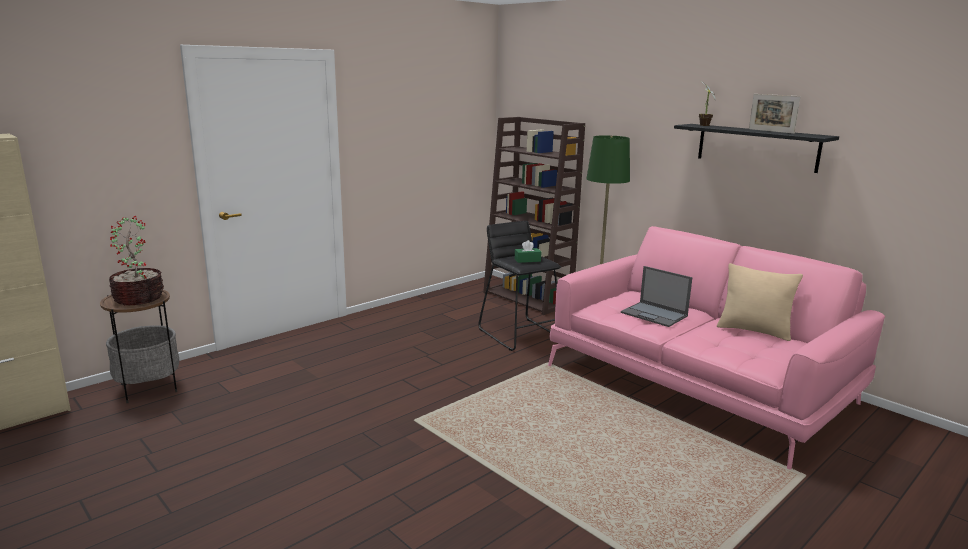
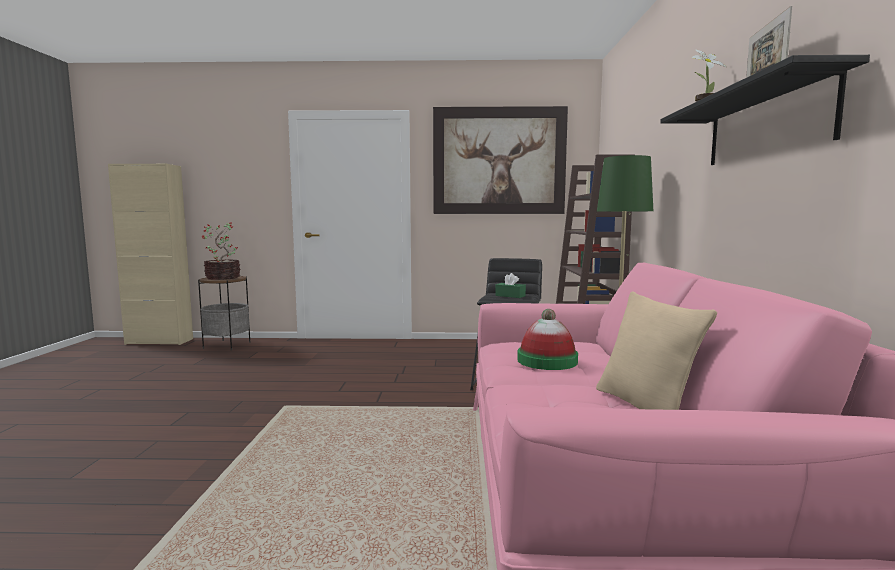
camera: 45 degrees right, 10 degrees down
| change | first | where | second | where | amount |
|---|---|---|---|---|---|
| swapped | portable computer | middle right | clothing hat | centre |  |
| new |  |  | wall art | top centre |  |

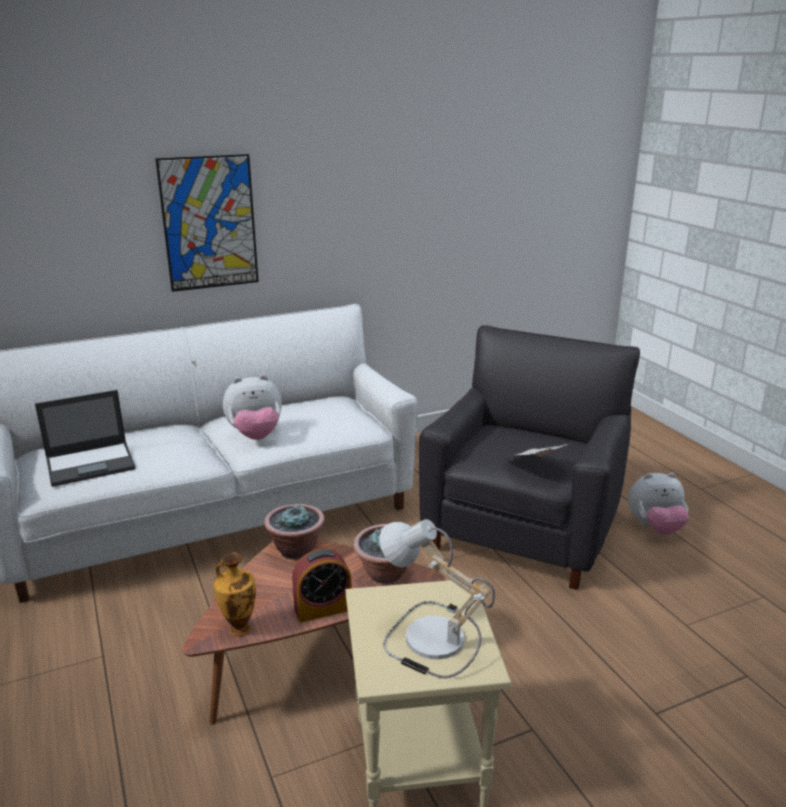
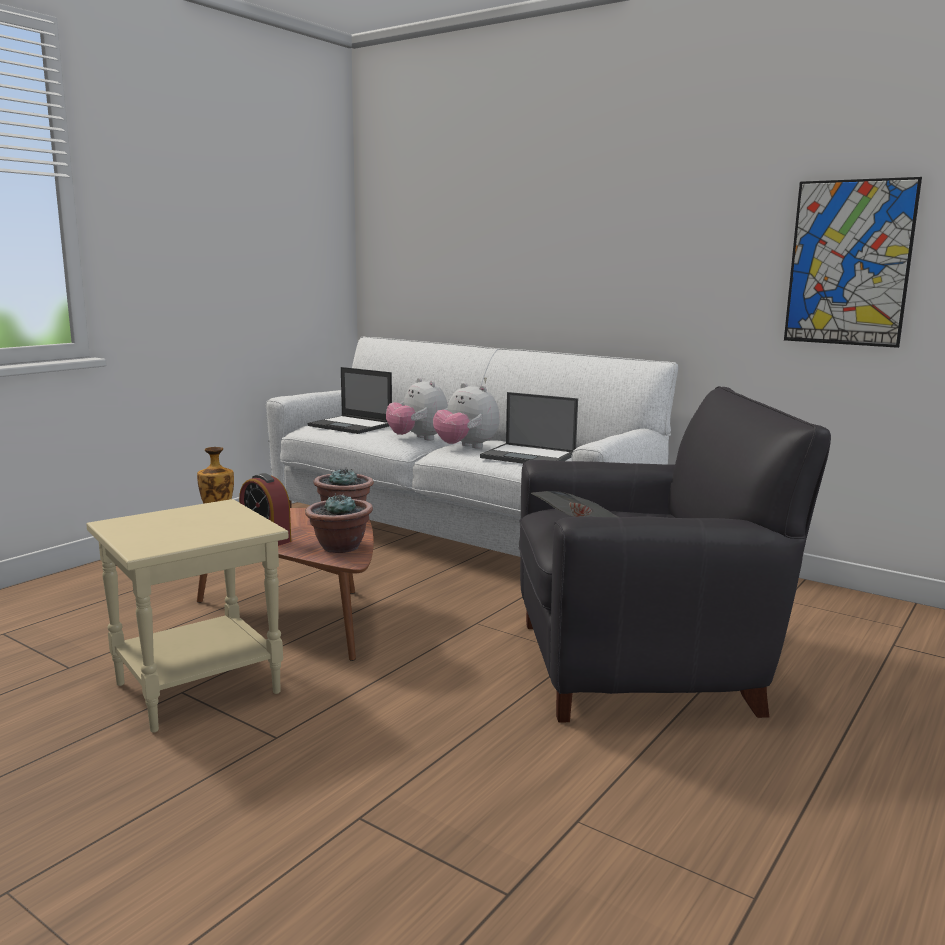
camera: 60 degrees right, 10 degrees down
| change | first | where | second | where | amount |
|---|---|---|---|---|---|
| shifted | wall art | top left |  | top right |  |
| shifted | soft toy (no. 2 from left in the first image) | middle right | soft toy (no. 1 from left) | centre |  |
| gone | table lamp | bottom centre |  |  |  |
| new |  |  | portable computer (no. 2 from left) | centre |  |

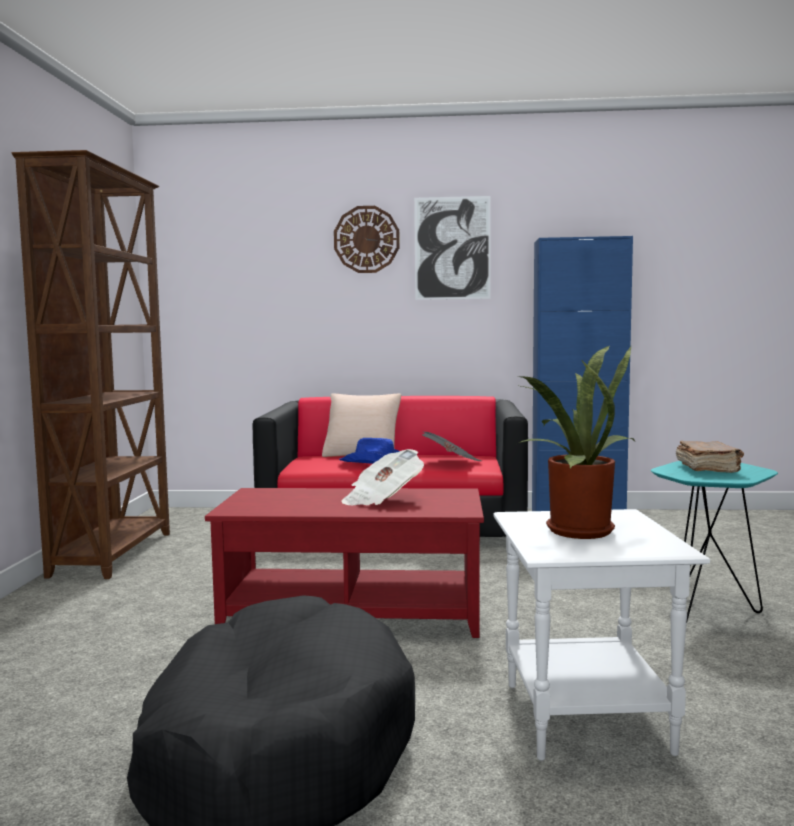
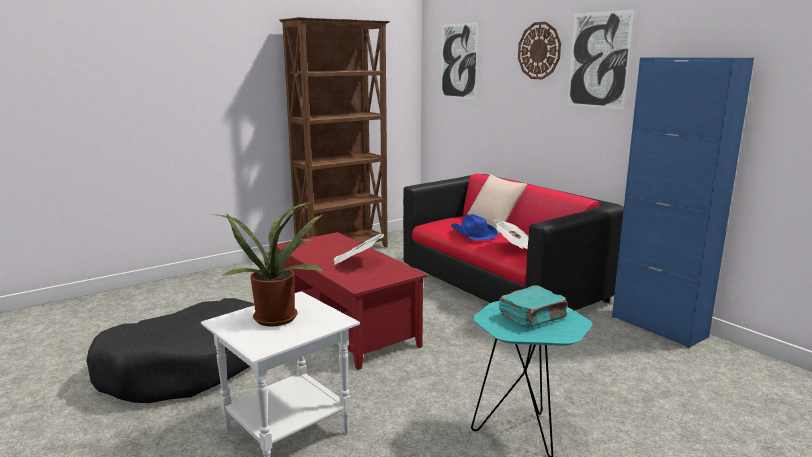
camera: 50 degrees right, 10 degrees up
| change | first | where | second | where | amount |
|---|---|---|---|---|---|
| repainted | brownish bound book | middle right | turquoise-coloured bound book | bottom centre |  |
| new |  |  | wall art (no. 1 from left) | top centre |  |

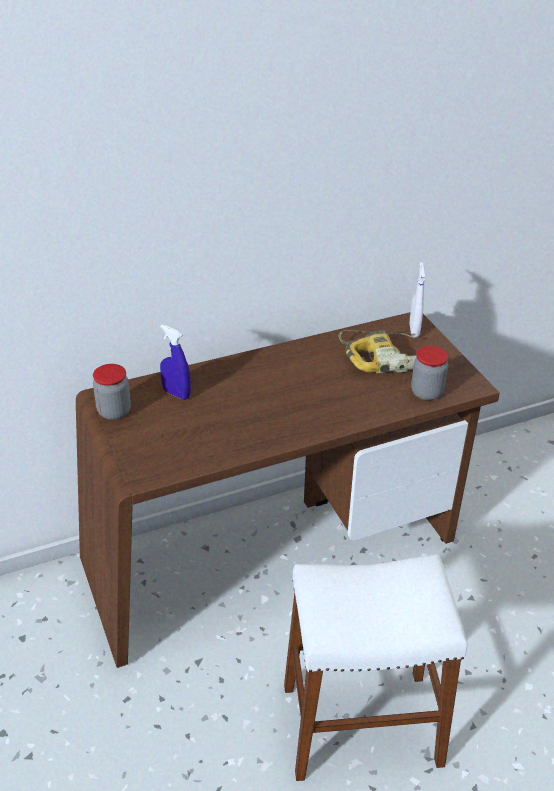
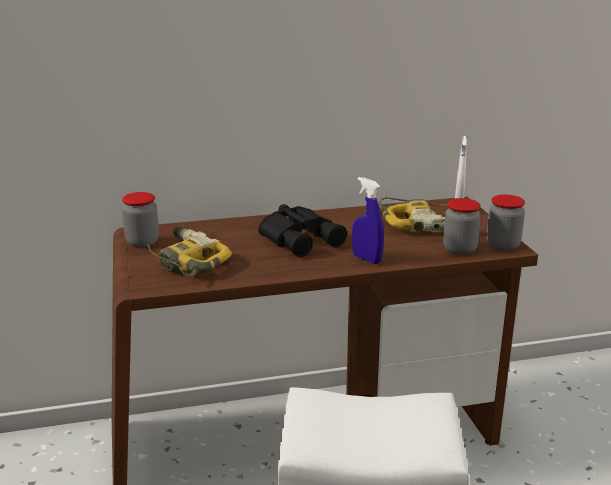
camera: 10 degrees right, 15 degrees down
| change | first | where | second | where | amount |
|---|---|---|---|---|---|
| shifted | blue-coloured spray bottle | middle left |  | centre |  |
| new |  |  | jar (no. 3 from left) | middle right |  |
| new |  |  | black-coloured field glasses | centre |  |
| new |  |  | electric drill (no. 1 from left) | middle left |  |

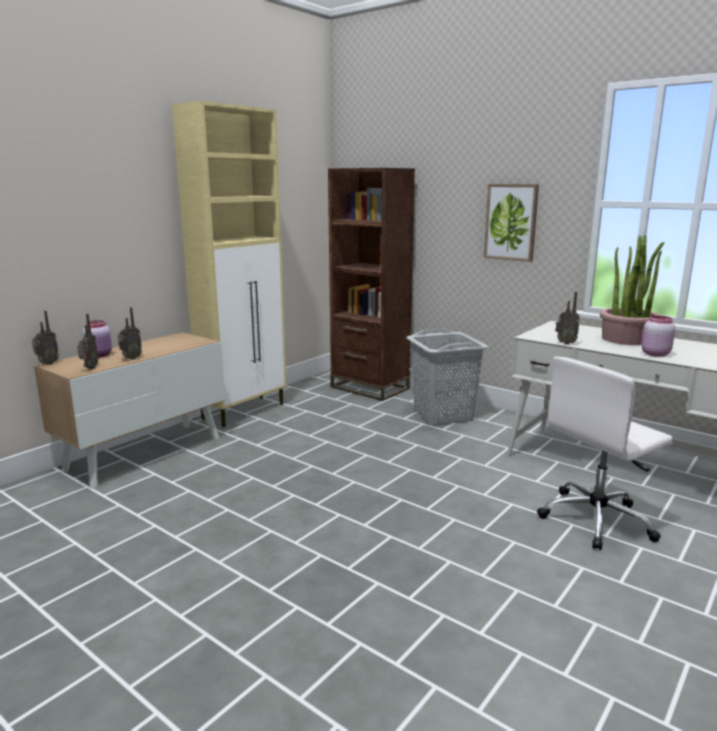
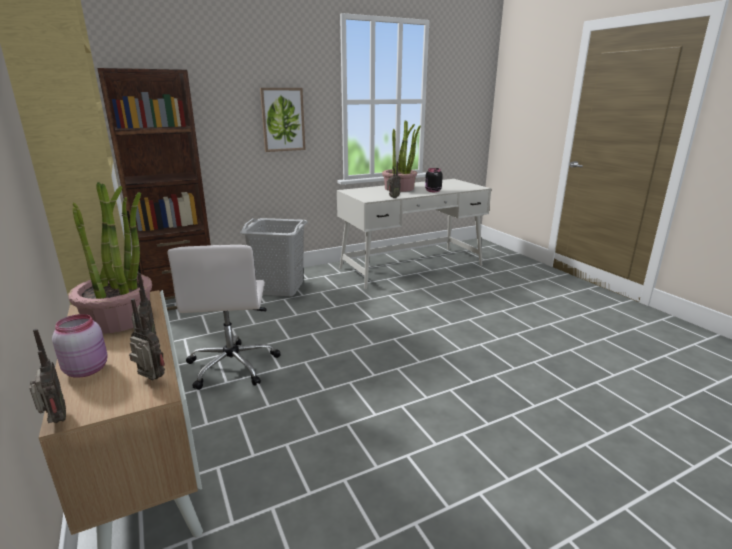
camera: 65 degrees left, 5 degrees up
| change | first | where | second | where | amount |
|---|---|---|---|---|---|
| repainted | pinkish jar (no. 2 from left) | middle right | black-coloured jar | top centre |  |
| shifted | white-coloured computer chair | middle right |  | middle left |  |
| new |  |  | plant in a pot (no. 1 from left) | middle left |  |

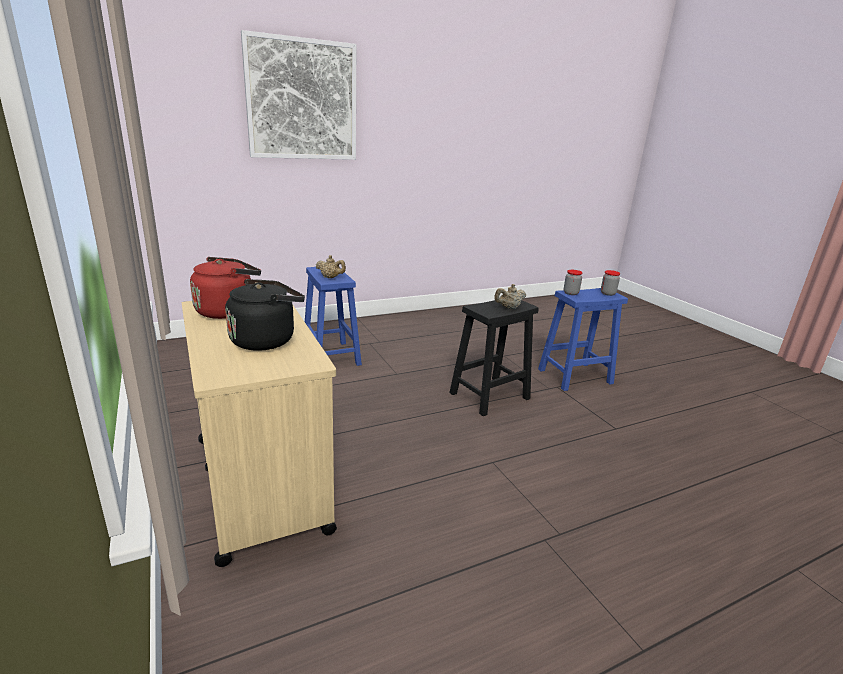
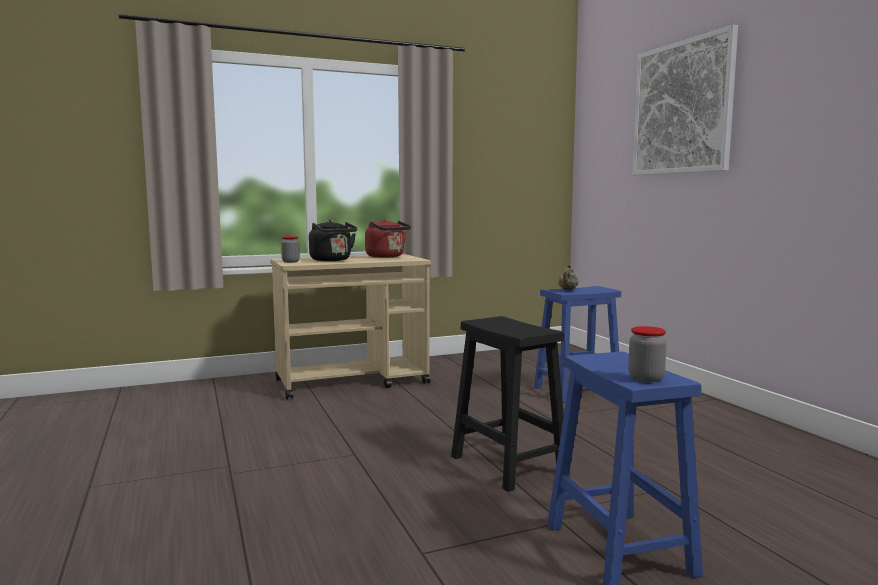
camera: 95 degrees right, 15 degrees down
| change | first | where | second | where | amount |
|---|---|---|---|---|---|
| shifted | jar (no. 1 from left) | middle right |  | middle left |  |
| gone | beige-coloured teapot (no. 2 from left) | centre |  |  |  |

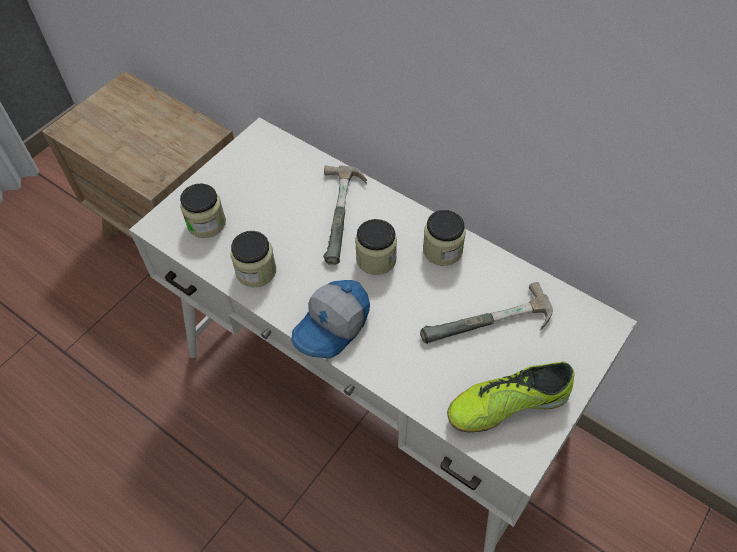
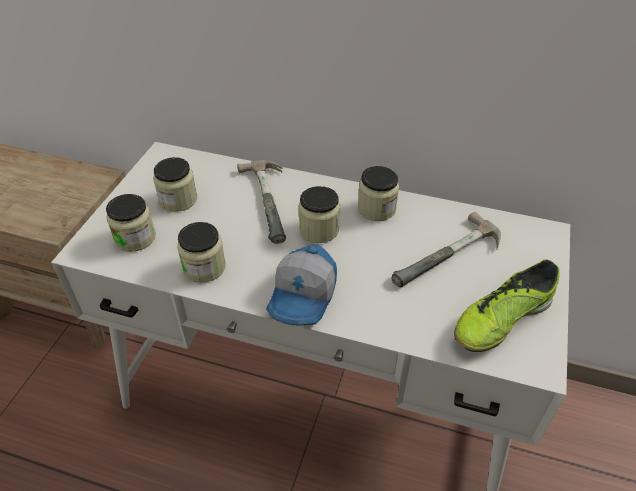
camera: 20 degrees left, 10 degrees down
| change | first | where | second | where | amount |
|---|---|---|---|---|---|
| new |  |  | jar (no. 2 from left) | middle left |  |

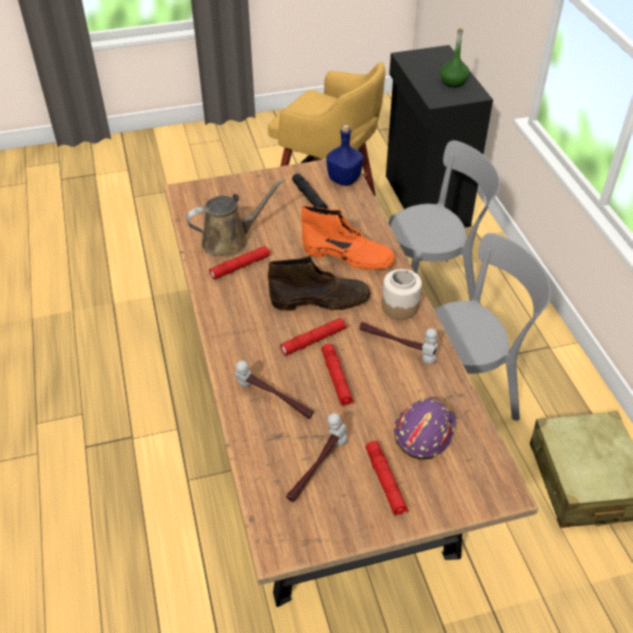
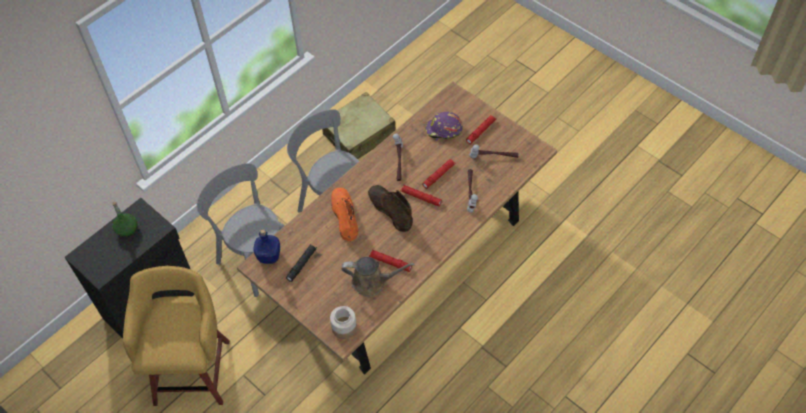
camera: 120 degrees left, 10 degrees up
| change | first | where | second | where | amount |
|---|---|---|---|---|---|
| rotated | brownish watering pot | centre |  | bottom centre | 150 degrees clockwise |
| shifted | jar | centre |  | bottom centre |  |

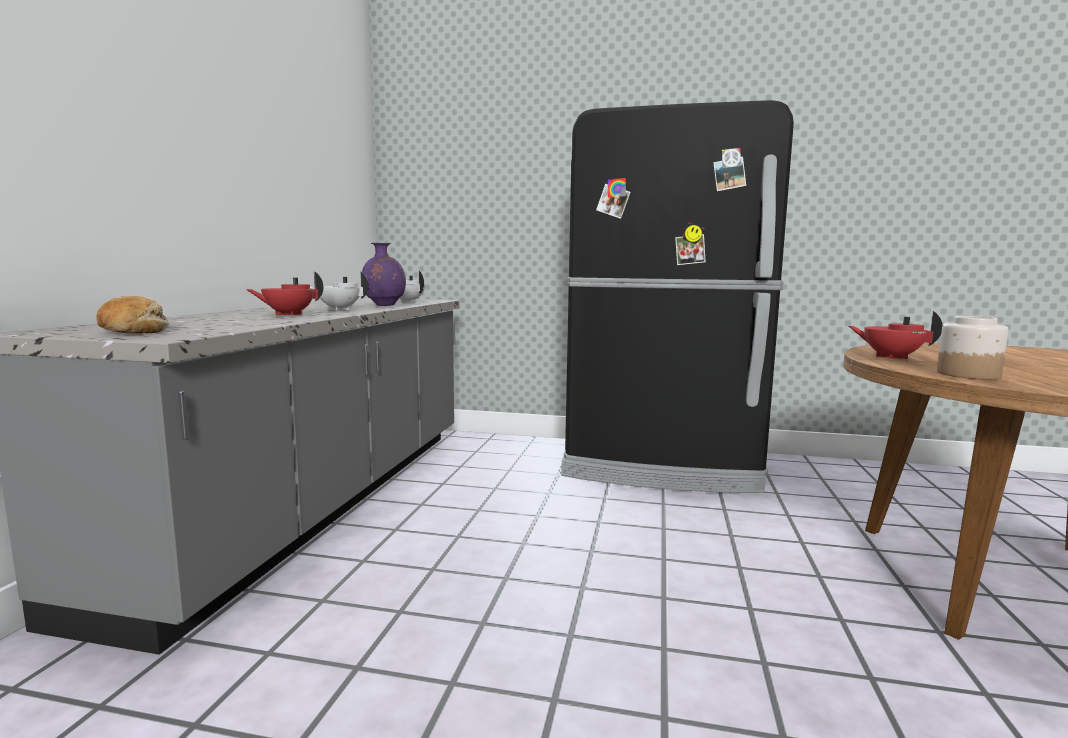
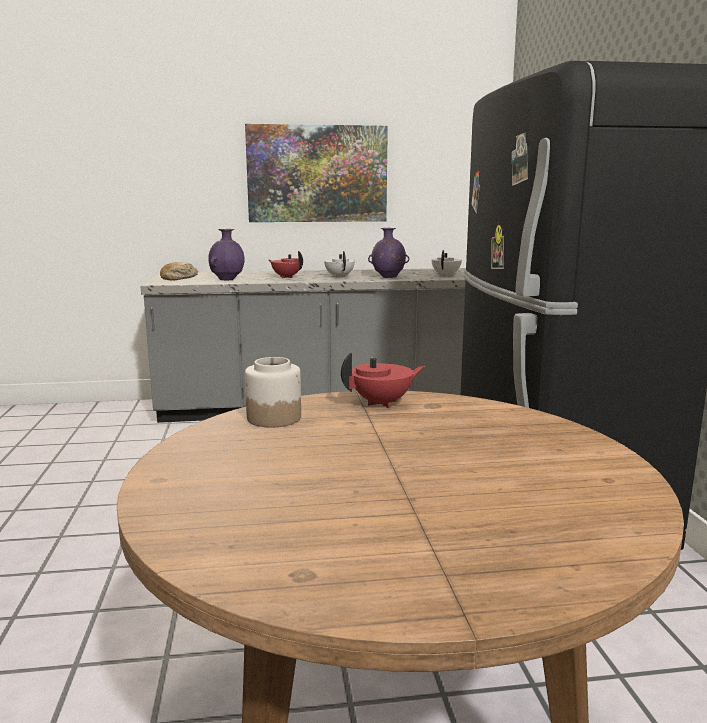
camera: 70 degrees right, 5 degrees up
| change | first | where | second | where | amount |
|---|---|---|---|---|---|
| rotated | red-coloured teapot (no. 2 from left) | middle right |  | centre | 45 degrees clockwise |
| new |  |  | wall art | top centre |  |
| new |  |  | purple flower vase (no. 1 from left) | middle left |  |

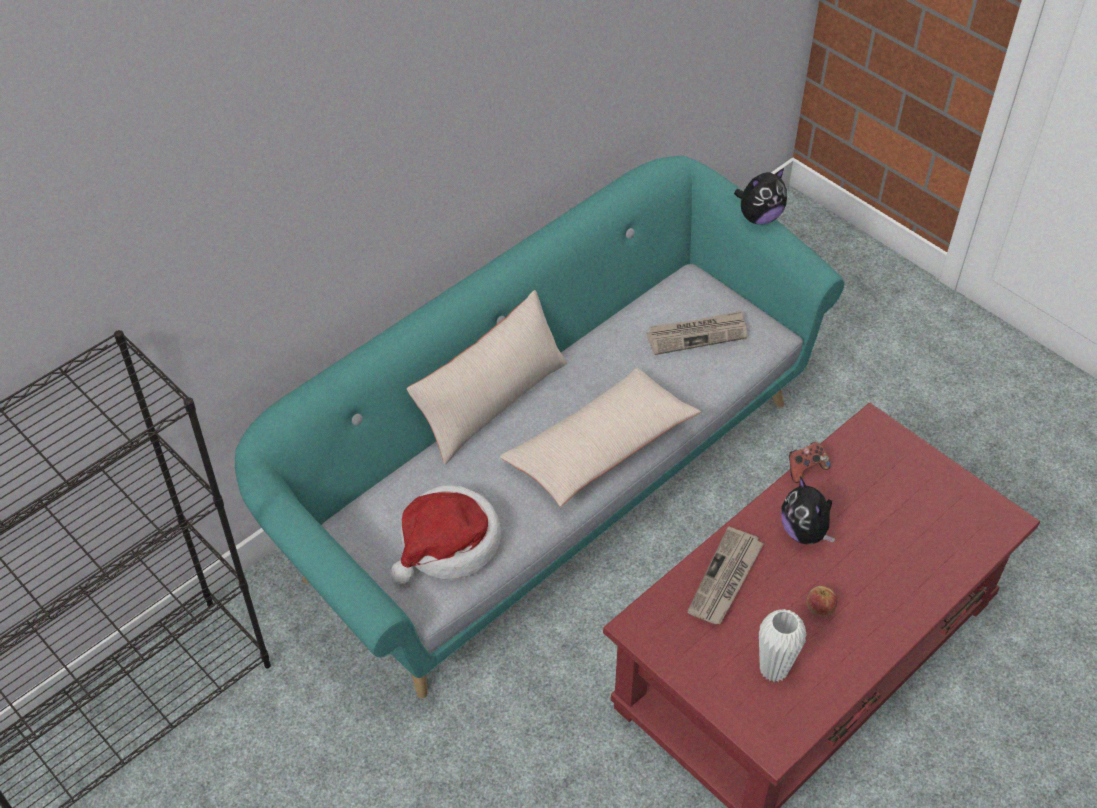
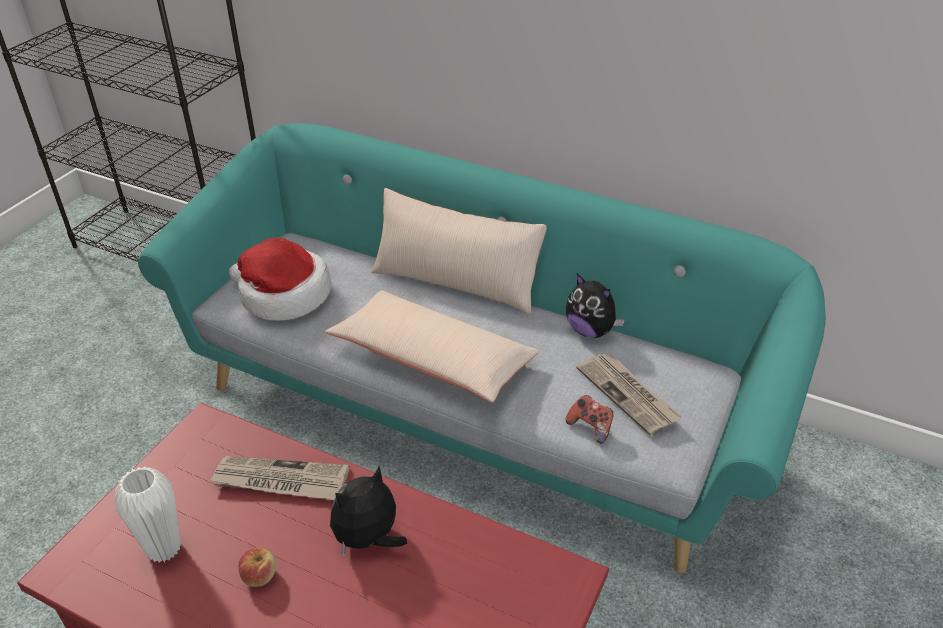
camera: 70 degrees right, 10 degrees down
| change | first | where | second | where | amount |
|---|---|---|---|---|---|
| shifted | soft toy (no. 1 from left in the first image) | top right | soft toy (no. 2 from left) | centre |  |
| shifted | gamepad | middle right |  | bottom centre |  |

